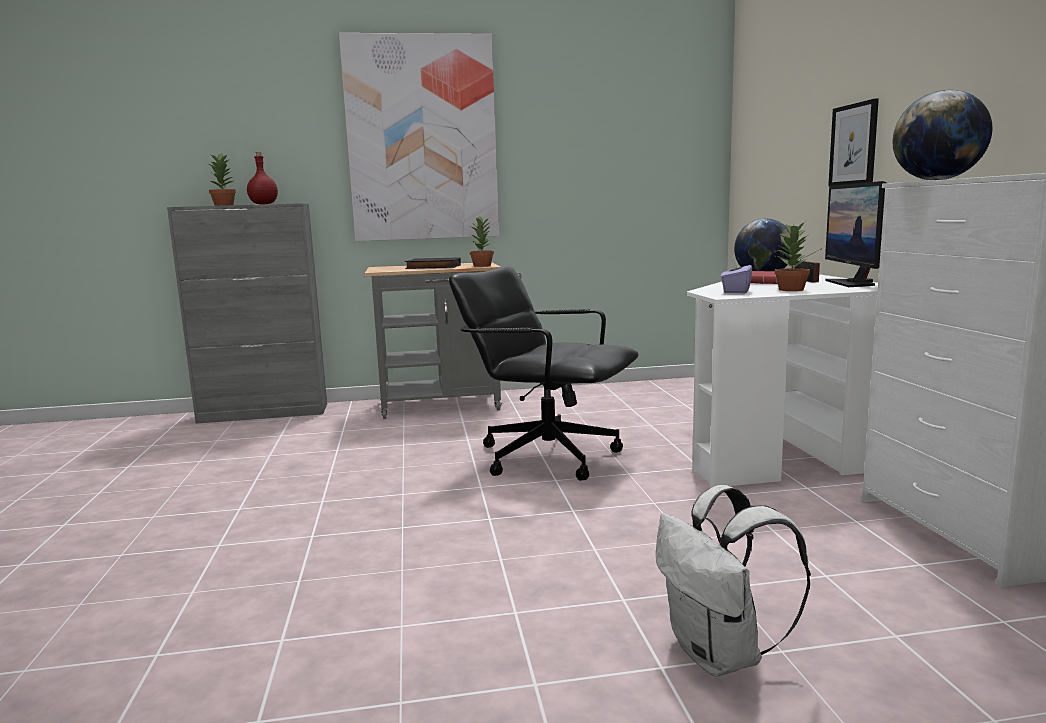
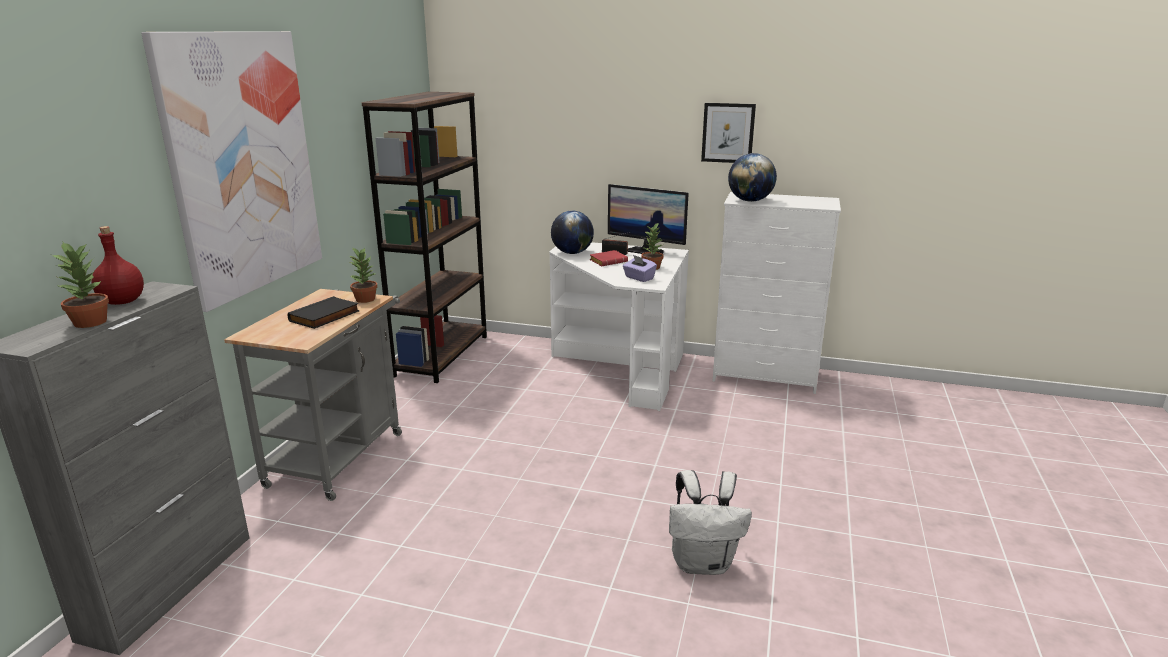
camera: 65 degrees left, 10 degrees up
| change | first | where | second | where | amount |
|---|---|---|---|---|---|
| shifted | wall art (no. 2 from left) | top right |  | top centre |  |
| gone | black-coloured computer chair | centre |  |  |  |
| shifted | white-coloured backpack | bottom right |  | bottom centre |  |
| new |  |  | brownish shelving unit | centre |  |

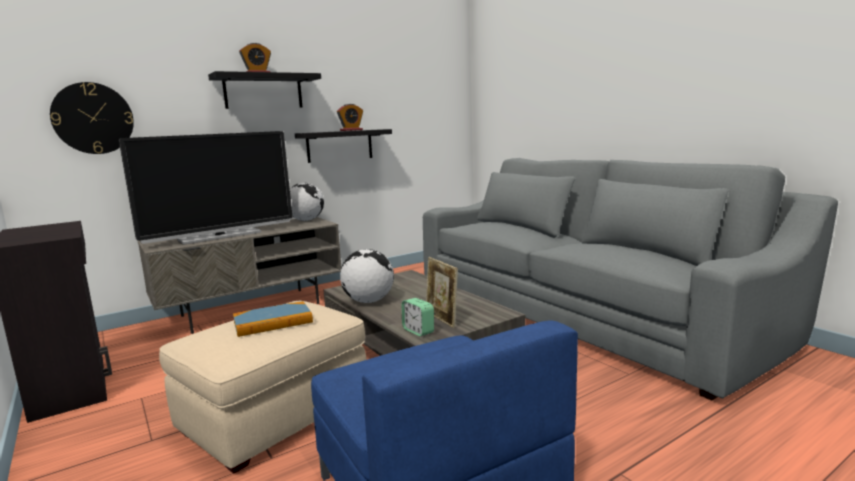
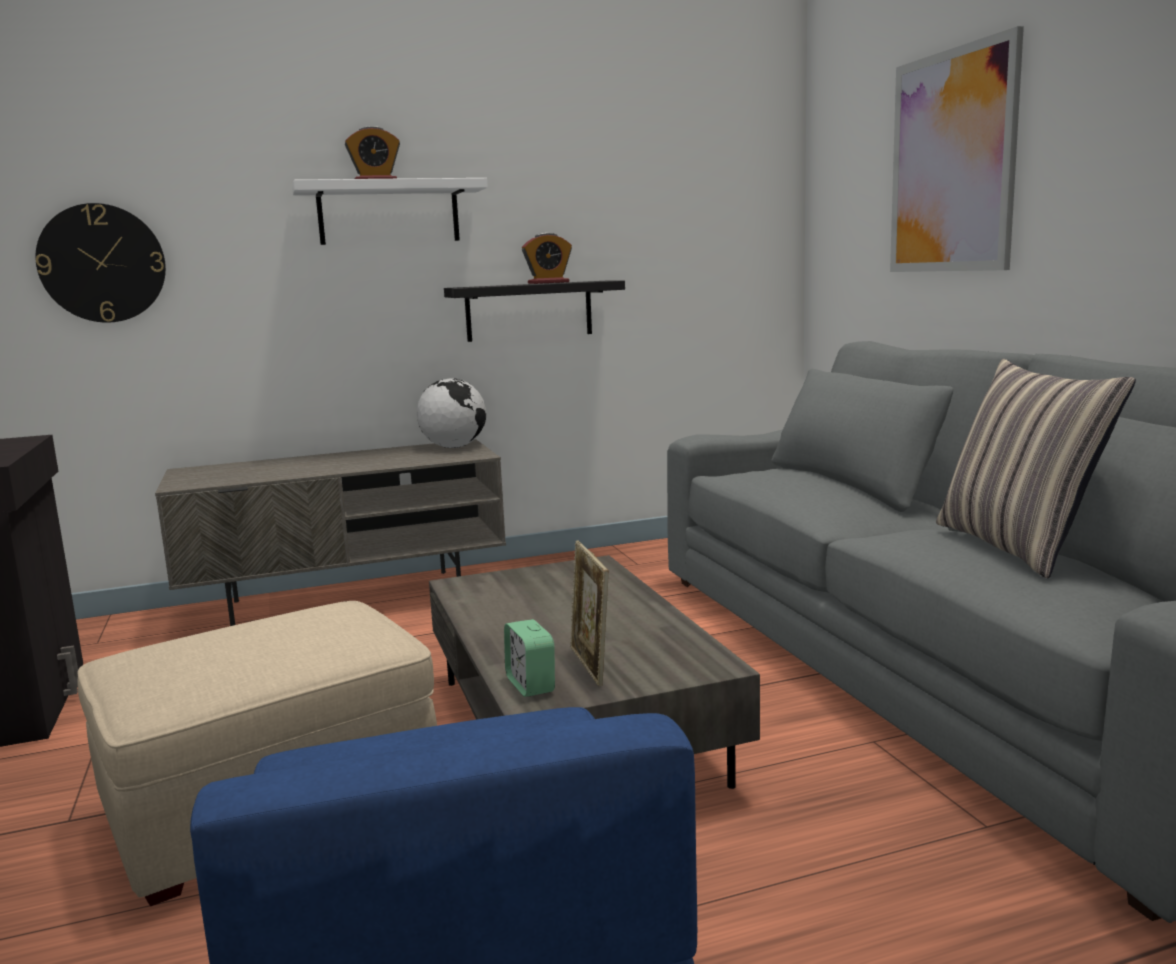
camera: 15 degrees right, 0 degrees up
| change | first | where | second | where | amount |
|---|---|---|---|---|---|
| repainted | black-coloured bracket shelf (no. 1 from left) | top left | white-coloured bracket shelf | top left |  |
| gone | TV set | middle left |  |  |  |
| gone | desk globe (no. 2 from left) | centre |  |  |  |
| gone | bound book | middle left |  |  |  |
| new |  |  | wall art | top right |  |
| new |  |  | throw pillow | middle right |  |

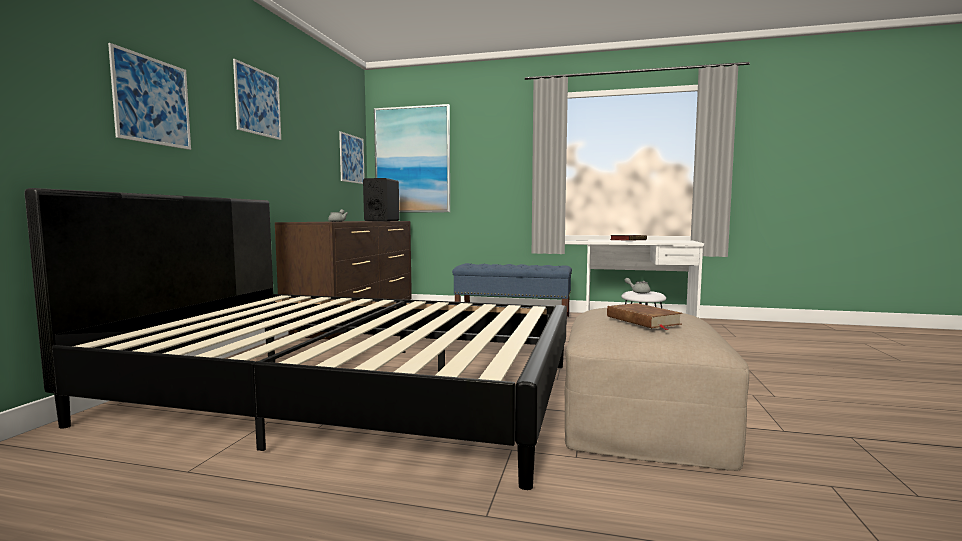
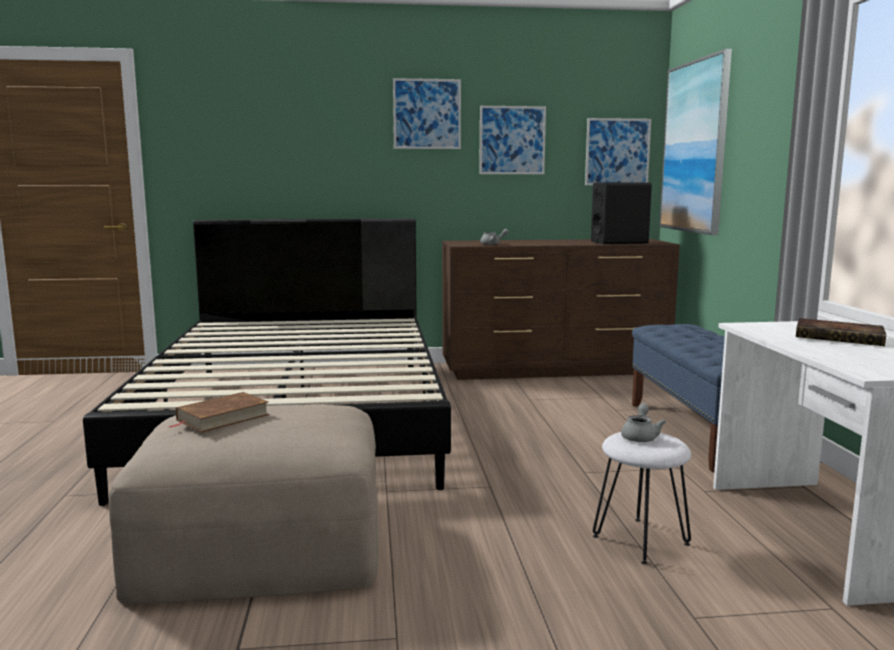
camera: 70 degrees right, 5 degrees up
| change | first | where | second | where | amount |
|---|---|---|---|---|---|
| shifted | wall art (no. 1 from left in the first image) | top left | wall art (no. 2 from left) | top centre |  |

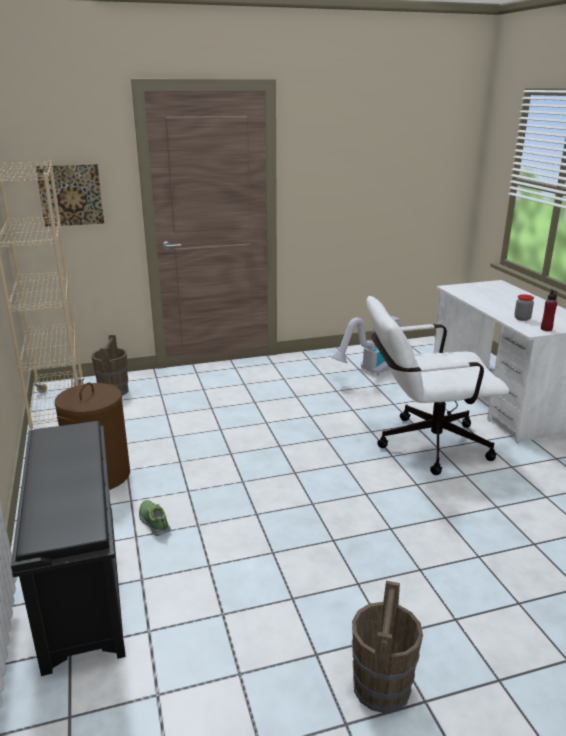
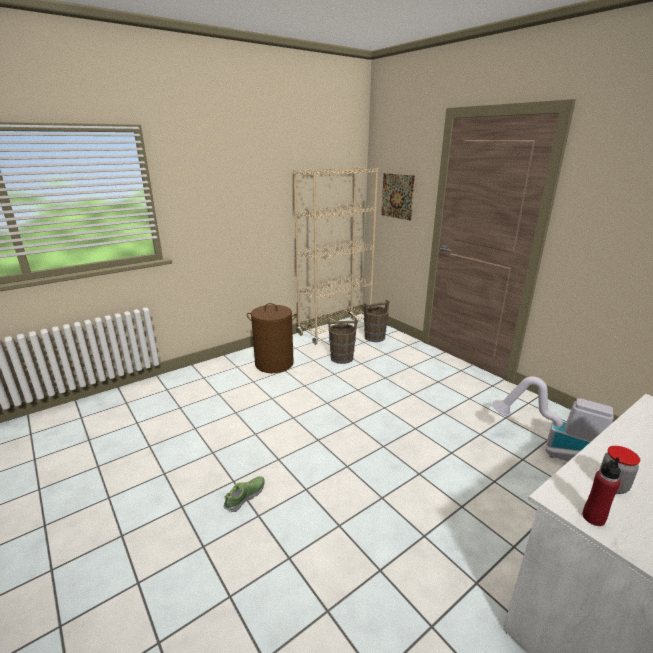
camera: 70 degrees right, 0 degrees up
| change | first | where | second | where | amount |
|---|---|---|---|---|---|
| gone | white-coloured computer chair | middle right |  |  |  |
| gone | black-coloured shoe stand | bottom left |  |  |  |
| shifted | low shoe | bottom left |  | bottom centre |  |
| shifted | brownish water bucket (no. 2 from left in the first image) | bottom right | brownish water bucket (no. 1 from left) | centre |  |

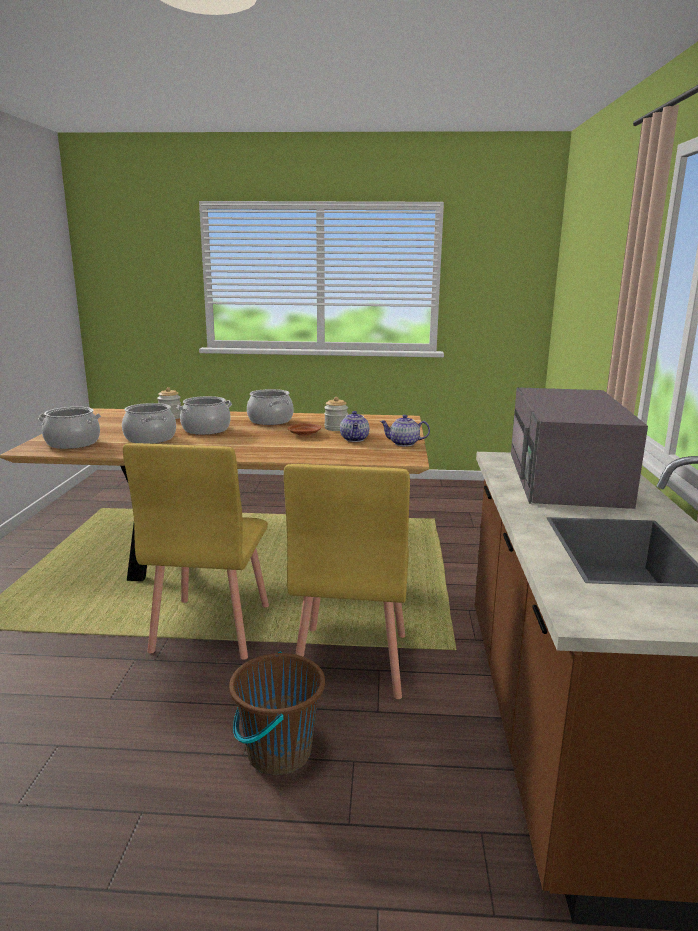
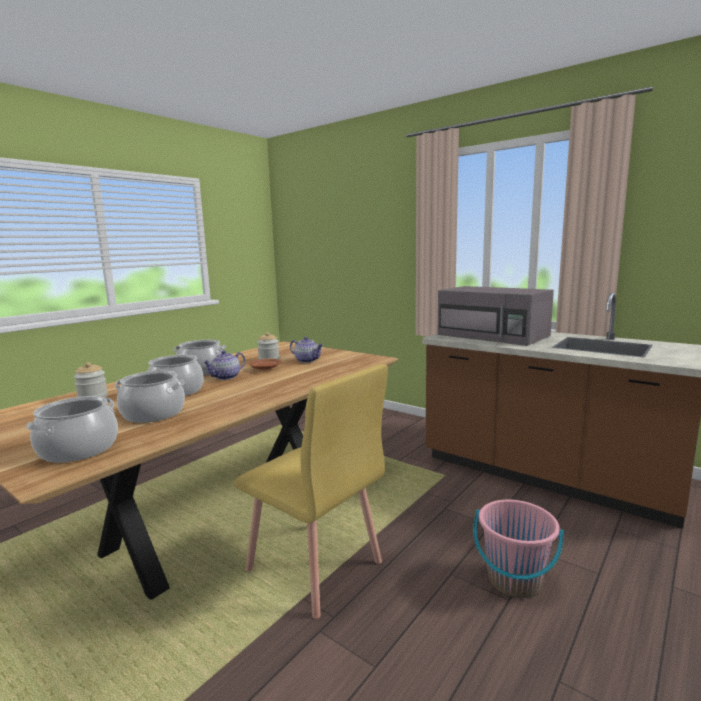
camera: 55 degrees left, 5 degrees down
| change | first | where | second | where | amount |
|---|---|---|---|---|---|
| shifted | teapot (no. 2 from left in the first image) | centre | teapot (no. 1 from left) | middle left |  |
| gone | yellow-coloured upright chair (no. 2 from left) | centre |  |  |  |
| repainted | brownish water bucket | bottom centre | pinkish water bucket | bottom right |  |

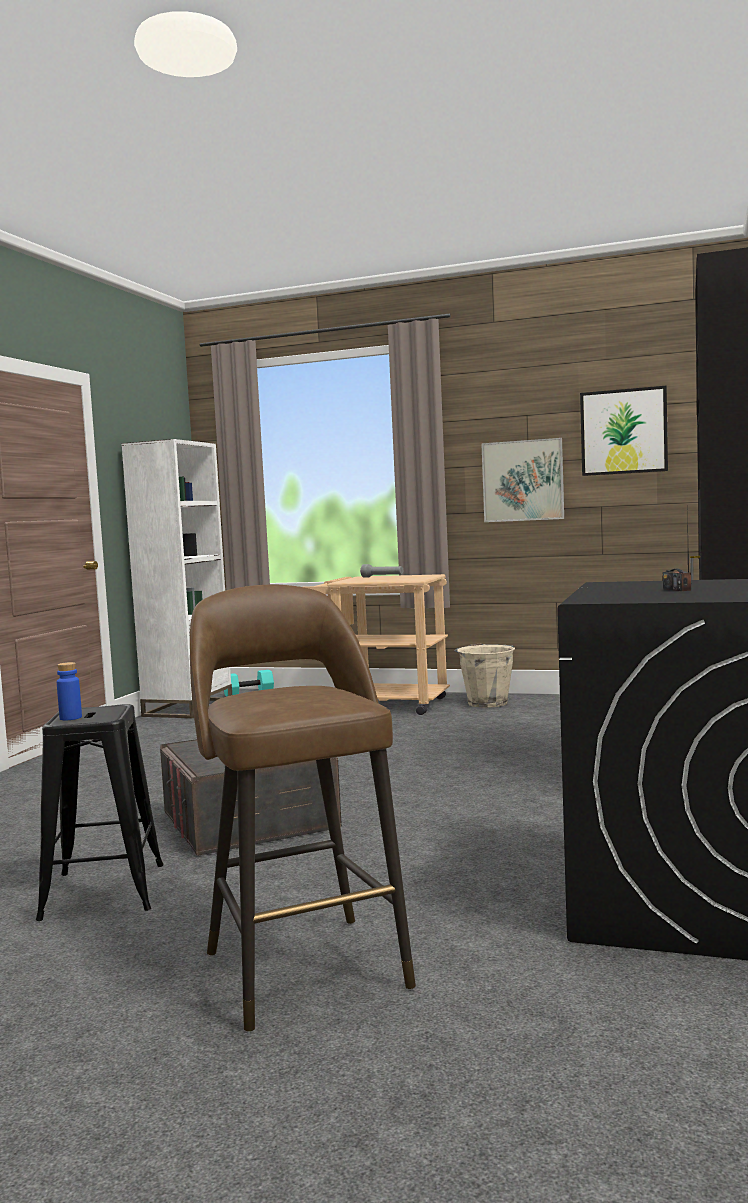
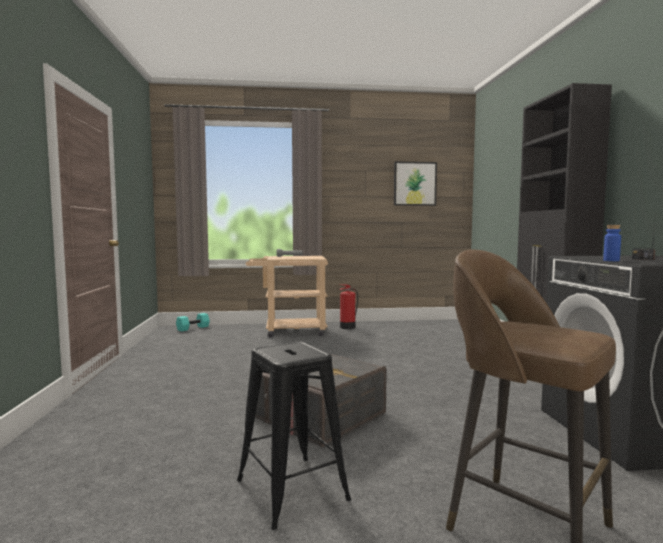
camera: 25 degrees left, 0 degrees up
| change | first | where | second | where | amount |
|---|---|---|---|---|---|
| gone | wall art (no. 1 from left) | middle right |  |  |  |
| gone | white-coloured shelving unit | middle left |  |  |  |
| swapped | beige-coloured water bucket | centre | extinguisher | centre |  |
| shifted | blue-coloured beverage bottle | middle left |  | middle right |  |

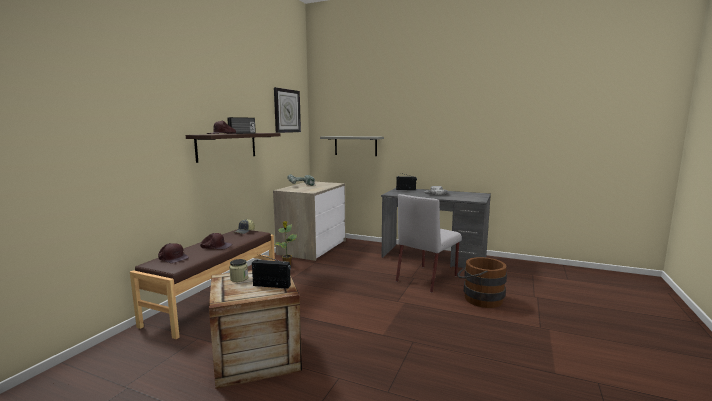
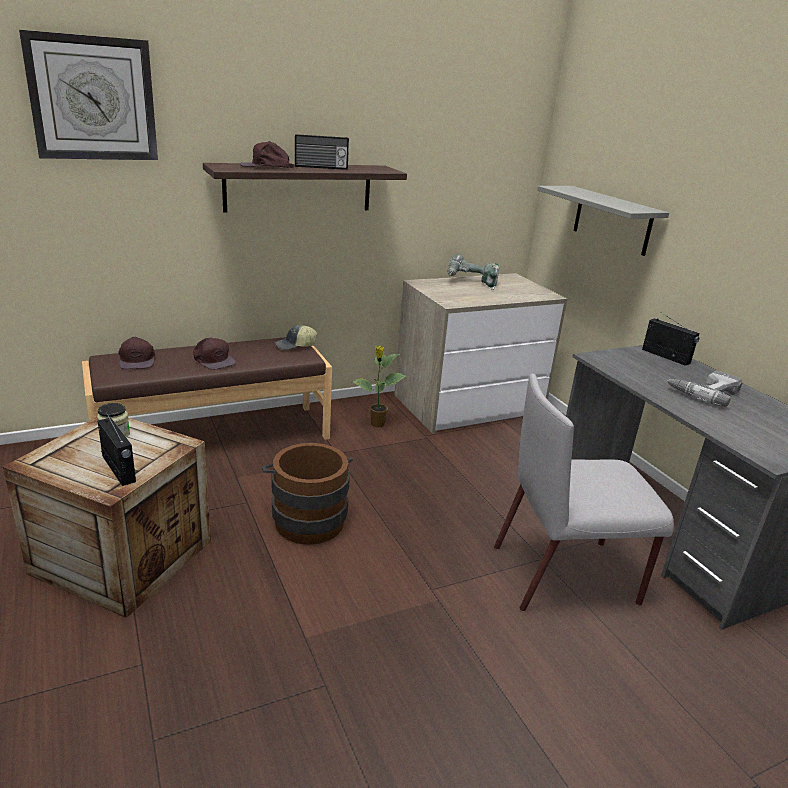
camera: 40 degrees right, 15 degrees up
| change | first | where | second | where | amount |
|---|---|---|---|---|---|
| shifted | clock on the wall | top centre |  | top left |  |
| shifted | brownish water bucket | bottom right |  | centre |  |

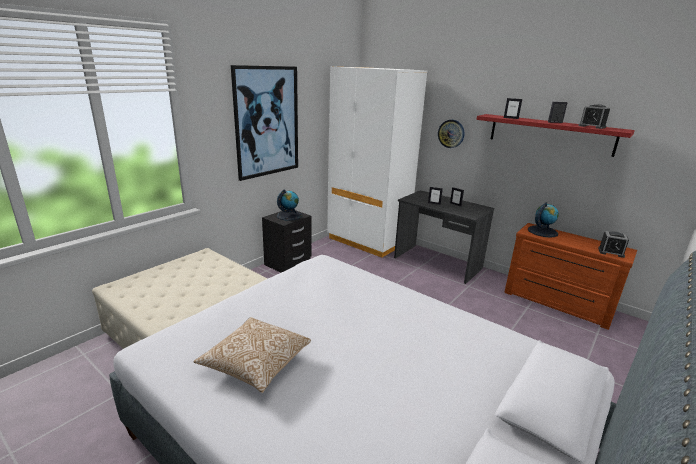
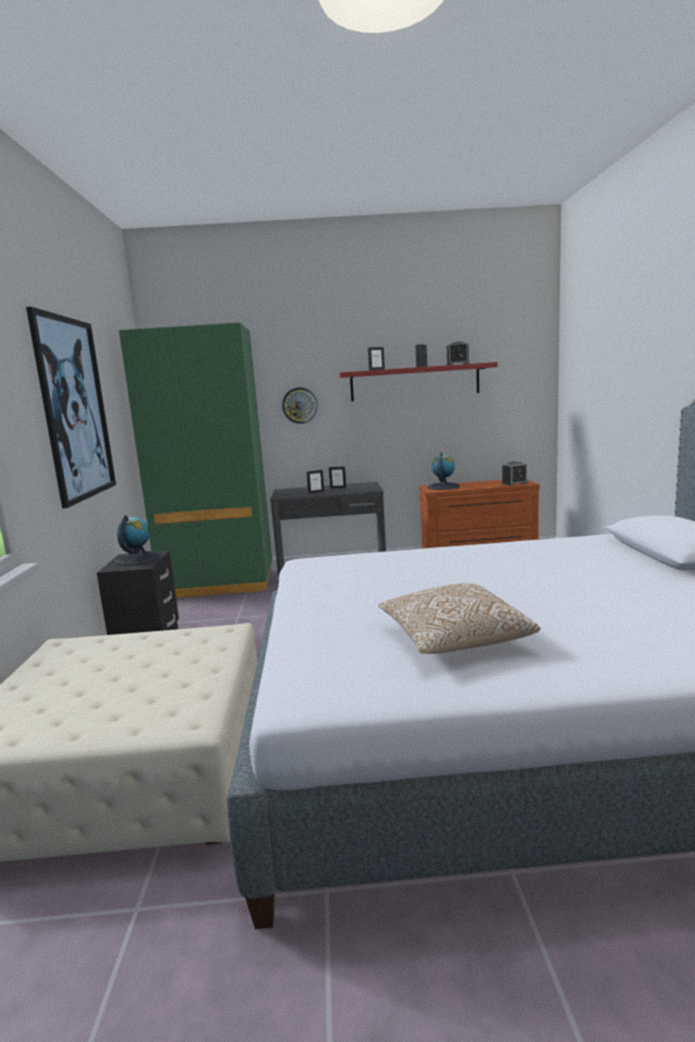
camera: 40 degrees left, 10 degrees down
| change | first | where | second | where | amount |
|---|---|---|---|---|---|
| repainted | white-coloured wardrobe | centre | greenish wardrobe | middle left |  |

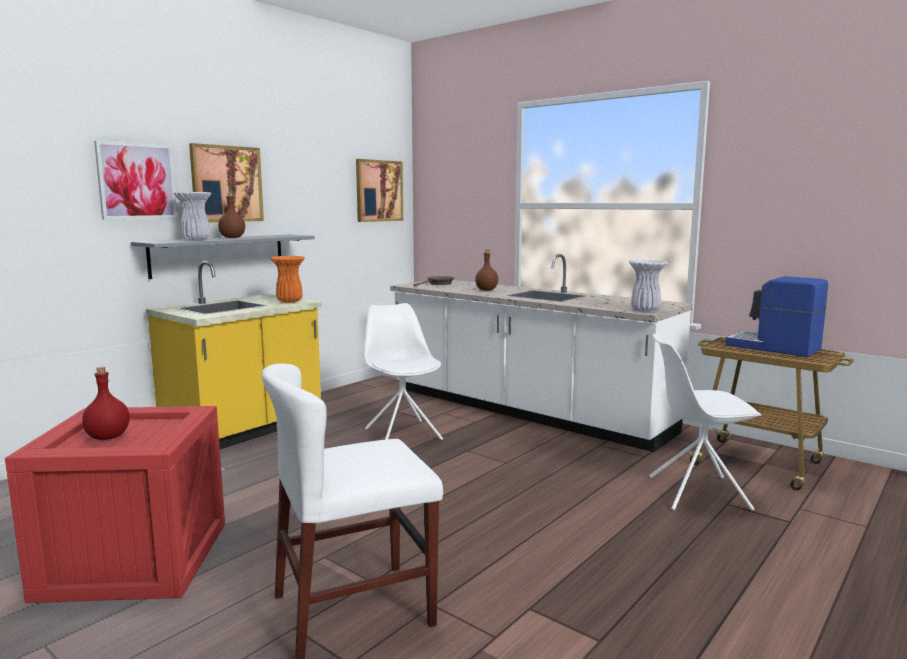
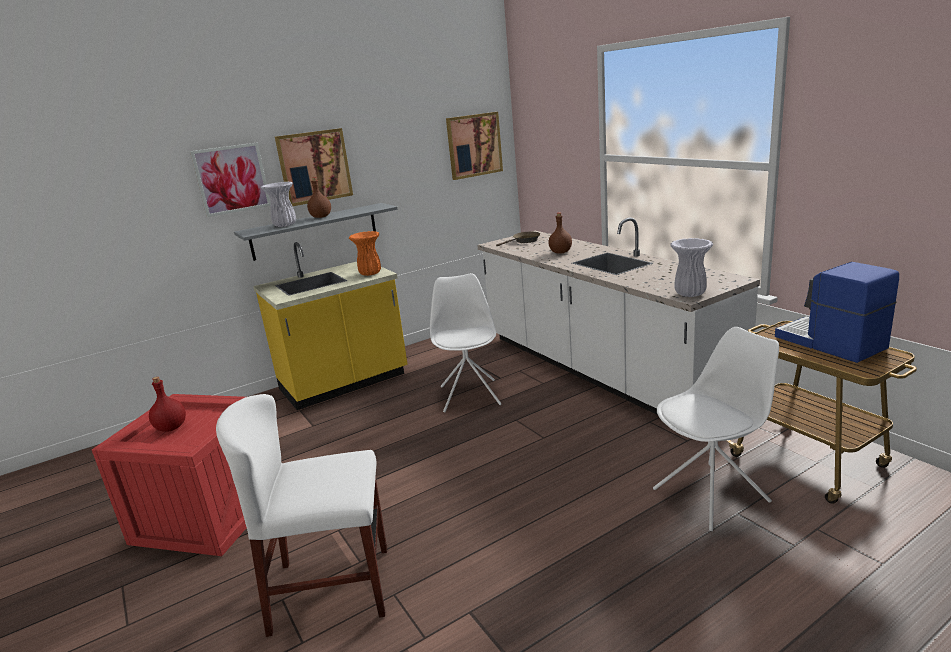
camera: 20 degrees right, 10 degrees up
| change | first | where | second | where | amount |
|---|---|---|---|---|---|
| rotated | white-coloured upright chair (no. 3 from left) | middle right |  | middle right | 135 degrees clockwise |

